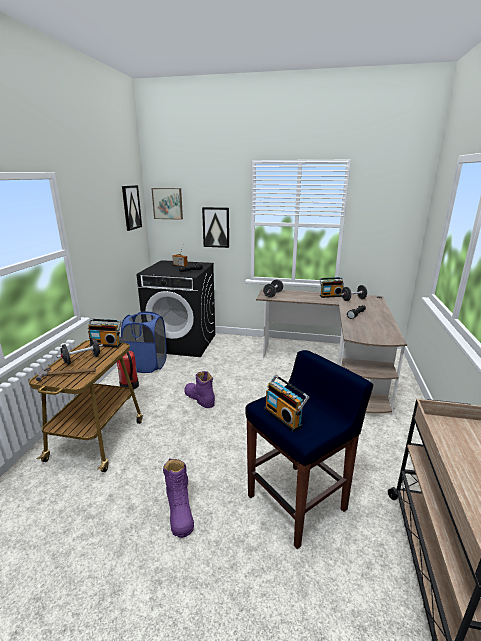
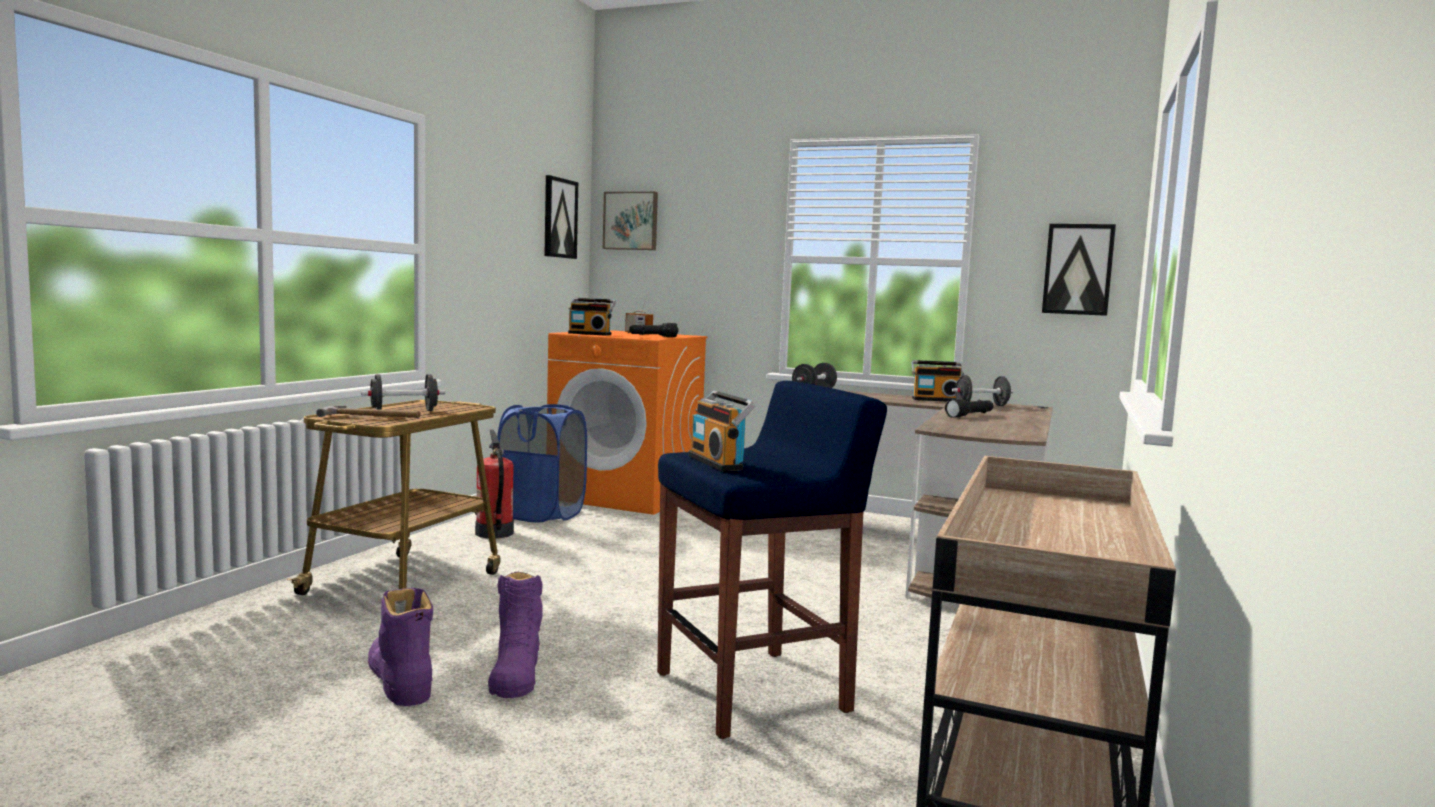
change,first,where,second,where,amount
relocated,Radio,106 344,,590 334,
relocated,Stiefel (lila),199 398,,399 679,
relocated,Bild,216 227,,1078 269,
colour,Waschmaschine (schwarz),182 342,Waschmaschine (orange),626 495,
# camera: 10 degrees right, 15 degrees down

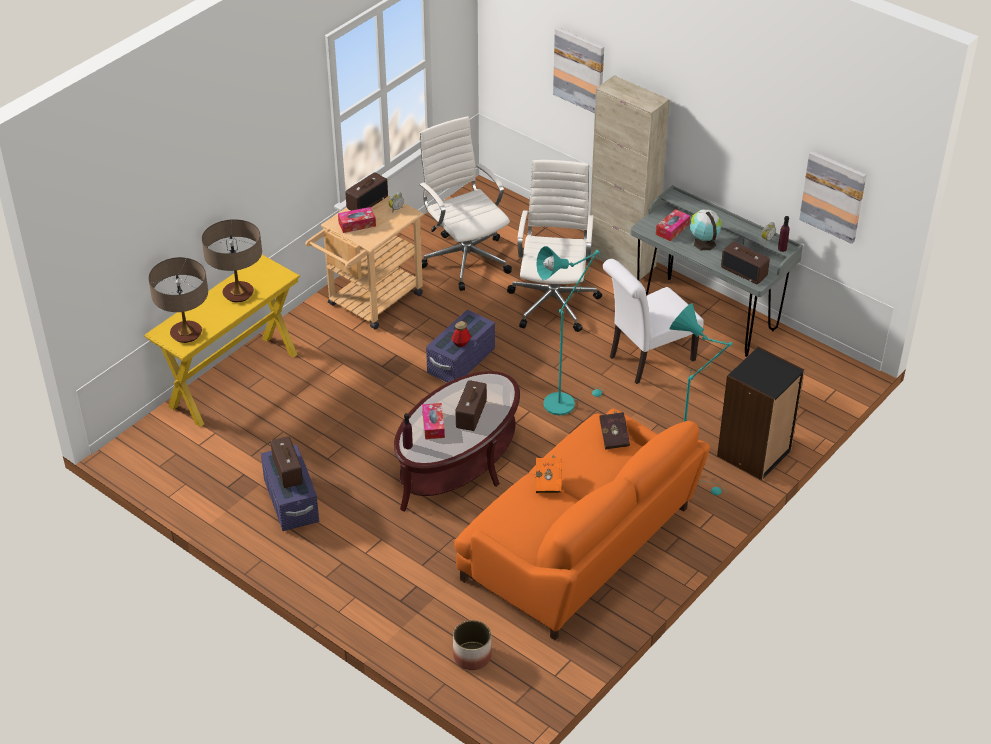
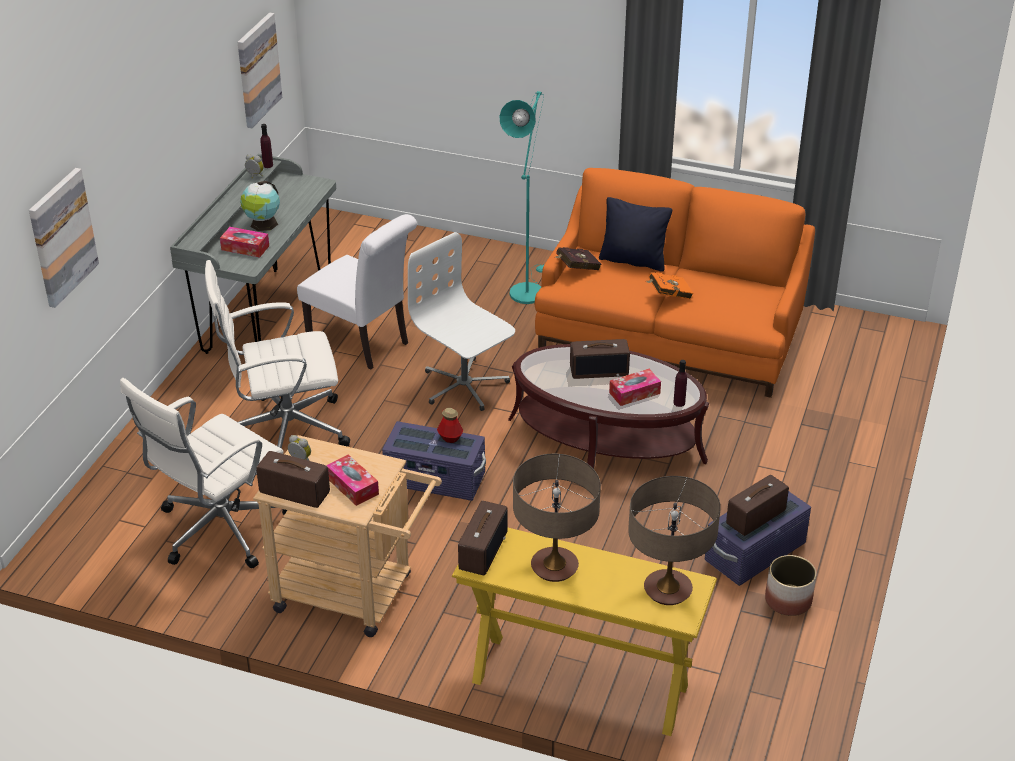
change,first,where,second,where,amount
missing,Schrank (beige),621 260,,,
missing,Bücherregal (schwarz),755 453,,,
appeared,,,Kissen (schwarz),633 260,
relocated,Pflanzkübel,472 656,,788 601,
relocated,Radio,744 271,,482 550,
exchanged,Stehlampe (türkis),564 401,Bürostuhl (weiß),464 386,
# camera: 110 degrees left, 5 degrees down

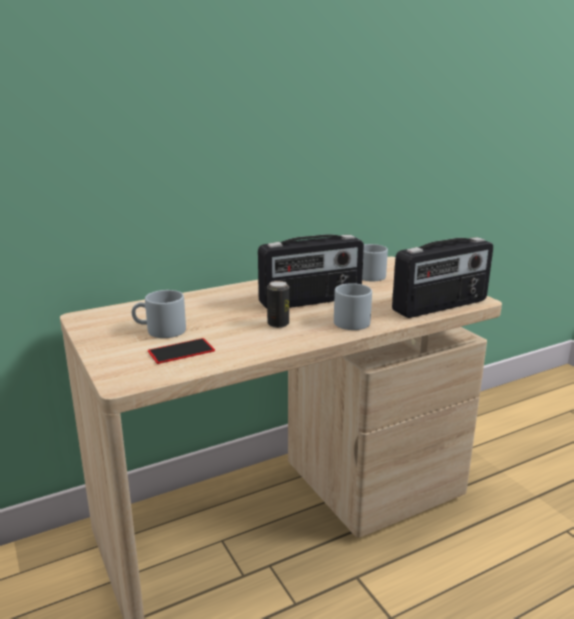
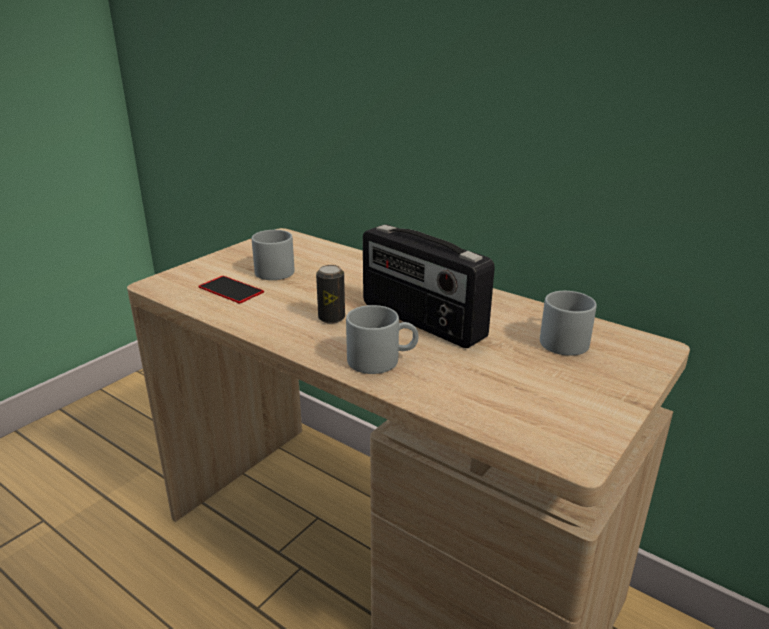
change,first,where,second,where,amount
missing,Radio,441 306,,,
# camera: 65 degrees right, 5 degrees up

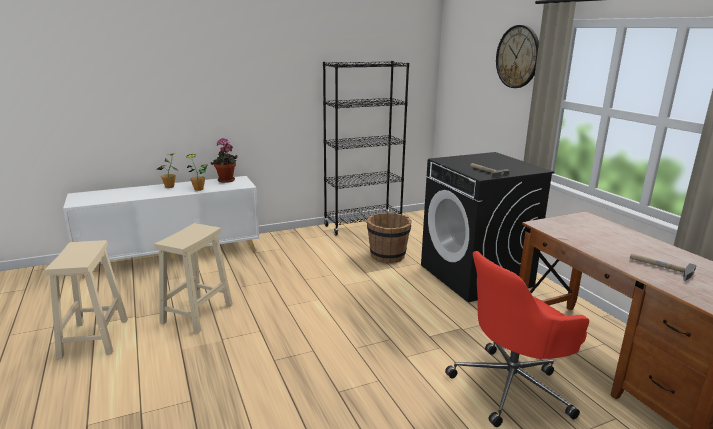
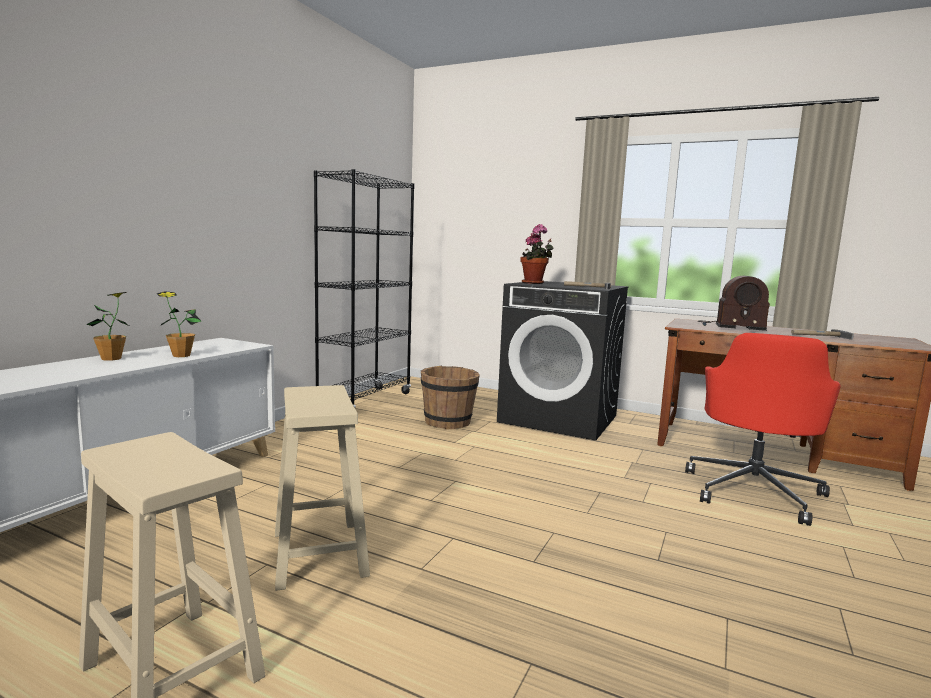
change,first,where,second,where,amount
missing,Wanduhr,518 57,,,
appeared,,,Radio,730 326,
relocated,Topfpflanze,226 181,,534 283,
# camera: 40 degrees left, 10 degrees down

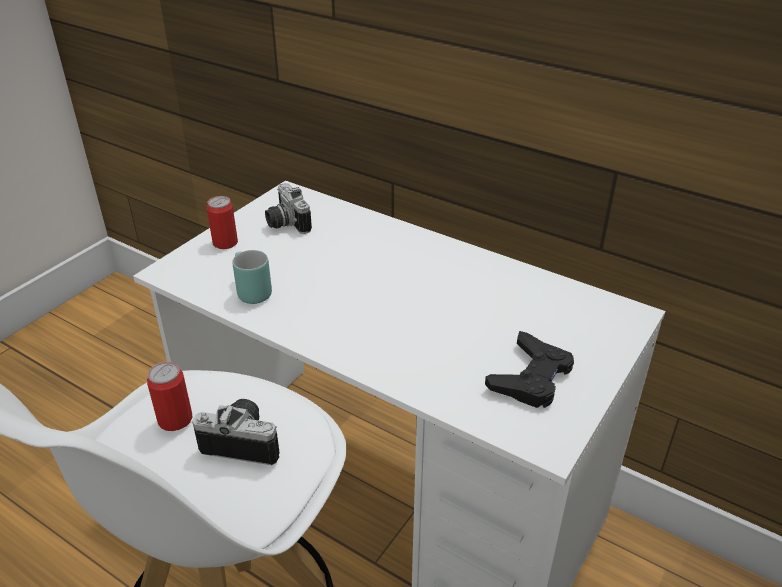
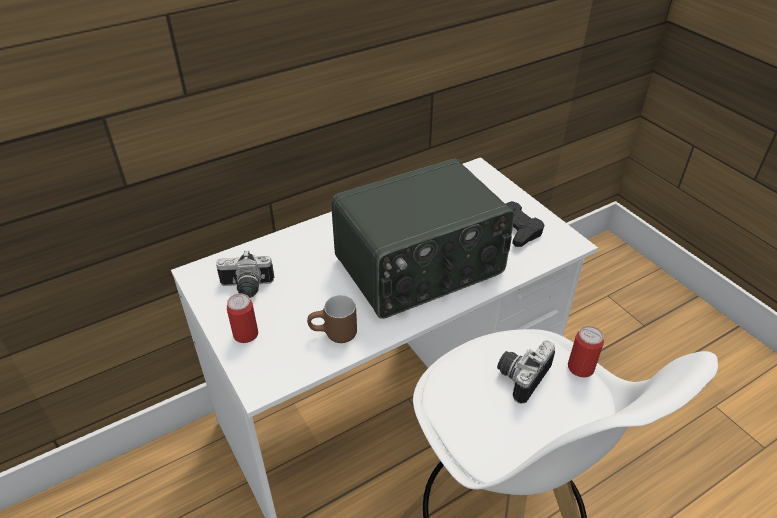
change,first,where,second,where,amount
appeared,,,Radio,420 267,
relocated,Dose,175 419,,580 367,
colour,Henkelbecher (türkis),249 292,Henkelbecher (braun),334 335,
# camera: 65 degrees left, 5 degrees up

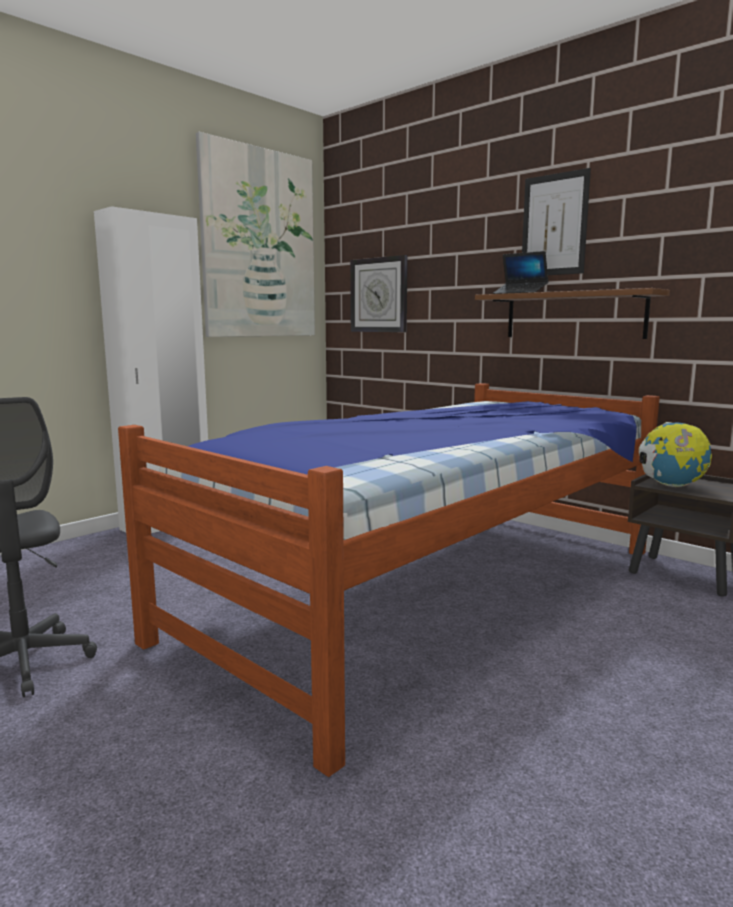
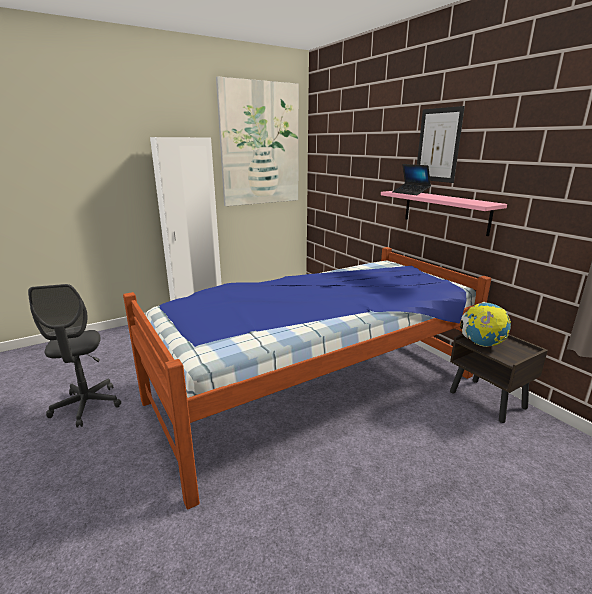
change,first,where,second,where,amount
missing,Wanduhr,379 295,,,
colour,Wandregal (braun),574 315,Wandregal (rosa),445 211,
# camera: 15 degrees right, 10 degrees up

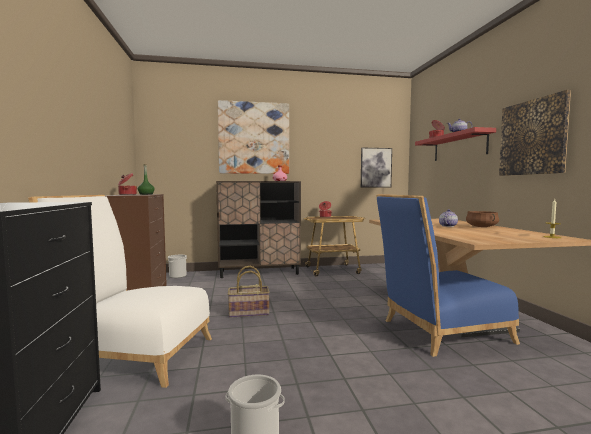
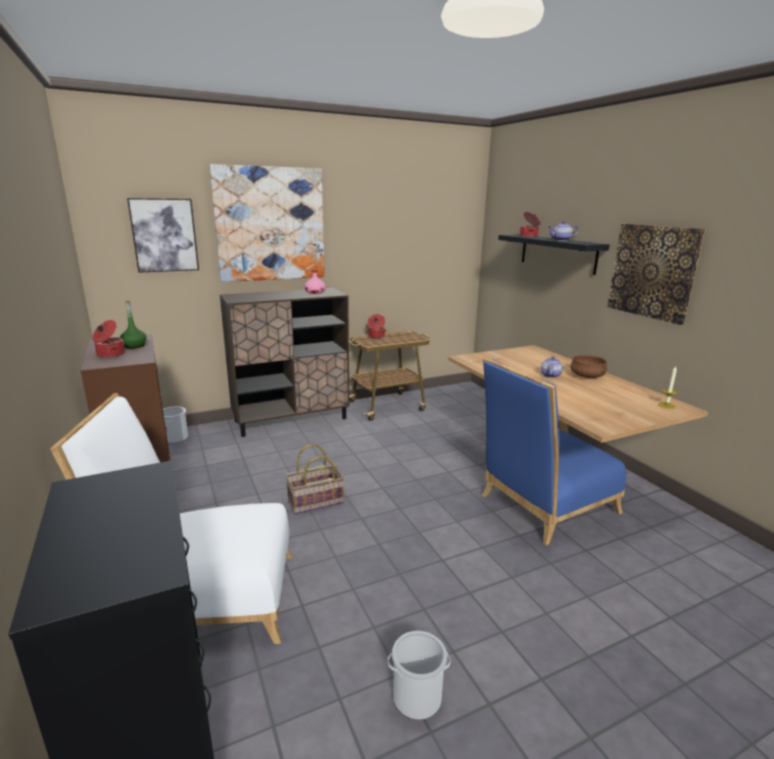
change,first,where,second,where,amount
relocated,Bild,376 167,,164 235,
colour,Wandregal (rot),459 146,Wandregal (schwarz),557 253,
# camera: 15 degrees left, 15 degrees up

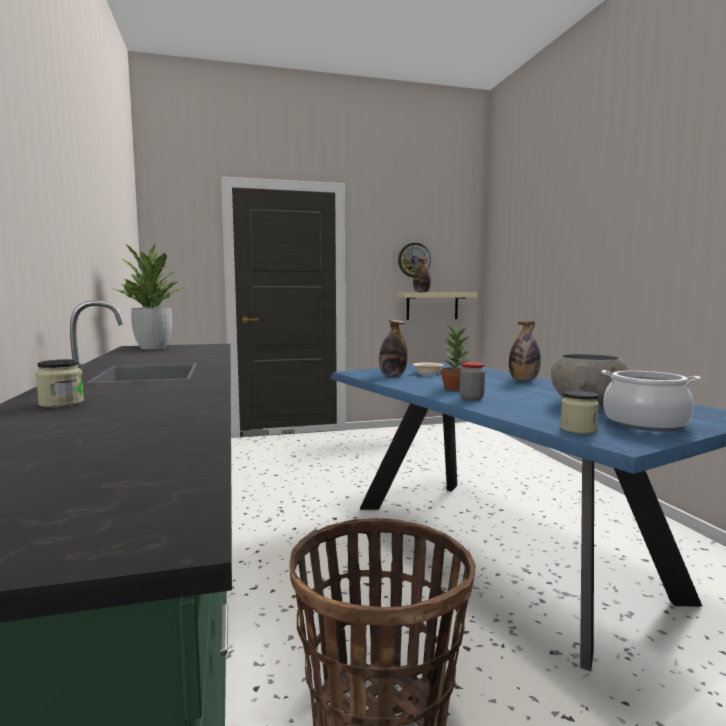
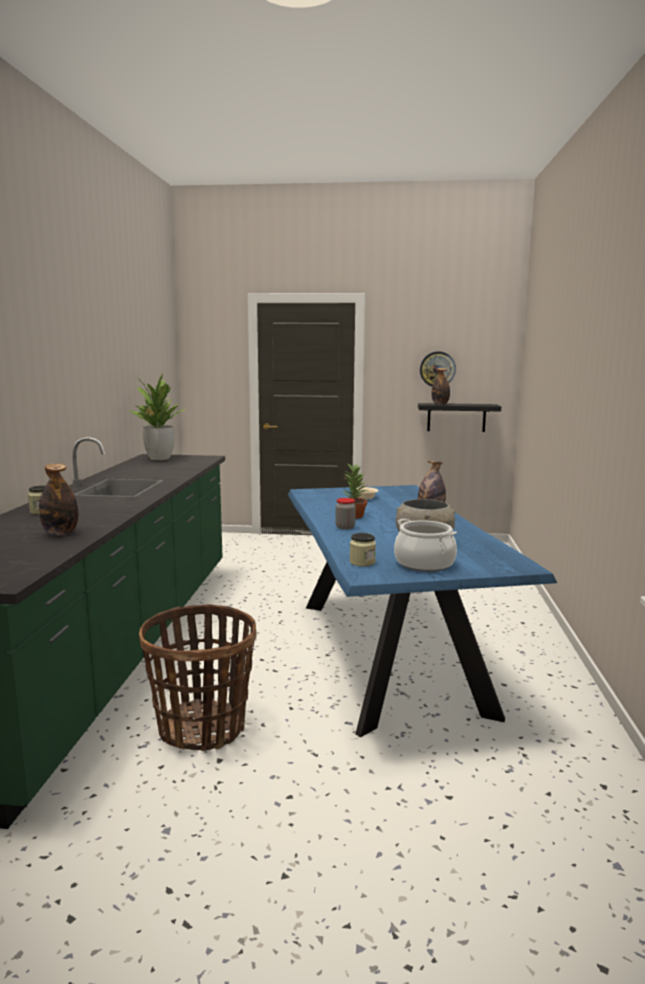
change,first,where,second,where,amount
relocated,Flasche,392 375,,60 533,
colour,Wandregal (beige),432 306,Wandregal (schwarz),456 417,
# camera: 20 degrees right, 5 degrees up

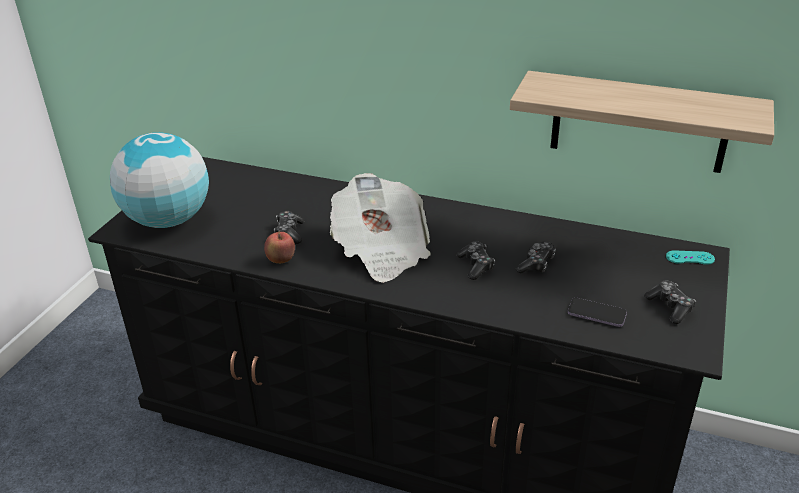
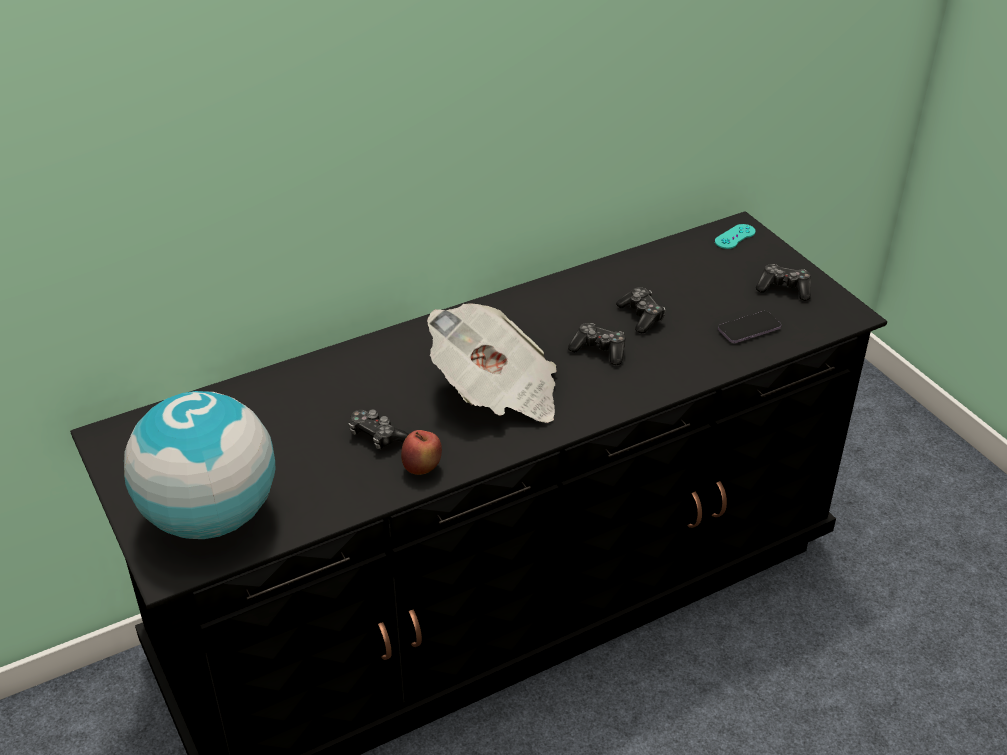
change,first,where,second,where,amount
missing,Wandregal,639 122,,,
# camera: 50 degrees left, 5 degrees up

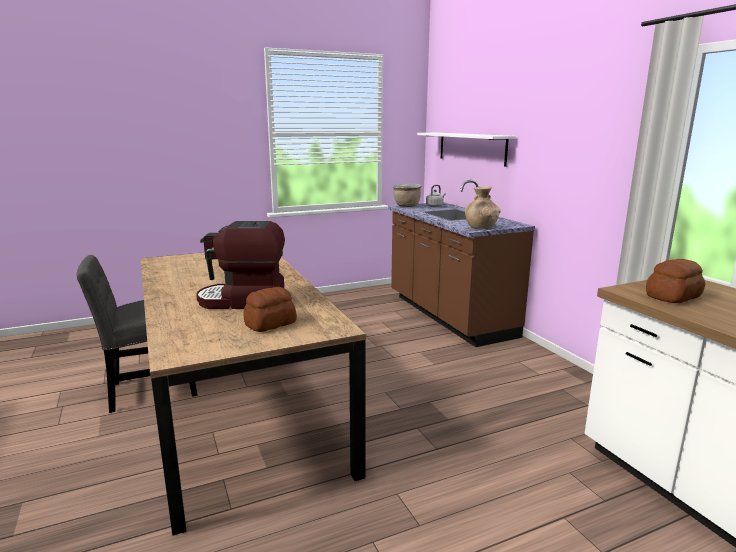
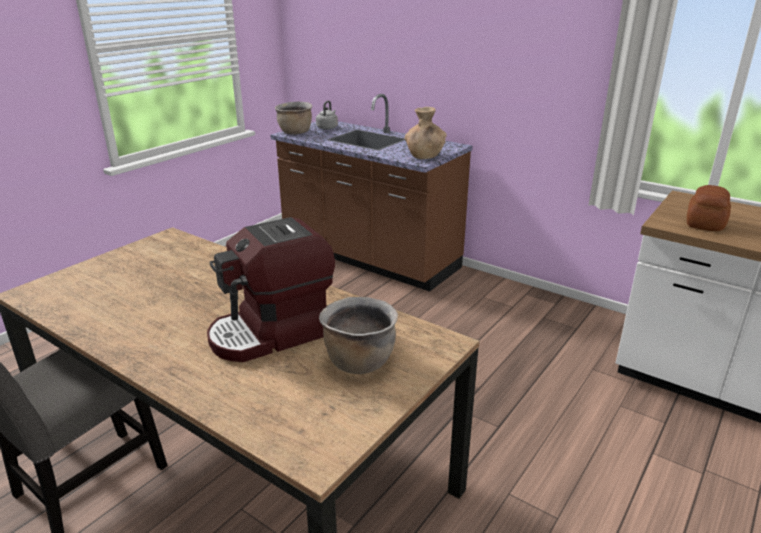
change,first,where,second,where,amount
missing,Wandregal (weiß),471 148,,,
exchanged,Brot,269 324,Kochtopf (braun),359 361,
# camera: 30 degrees left, 10 degrees up

